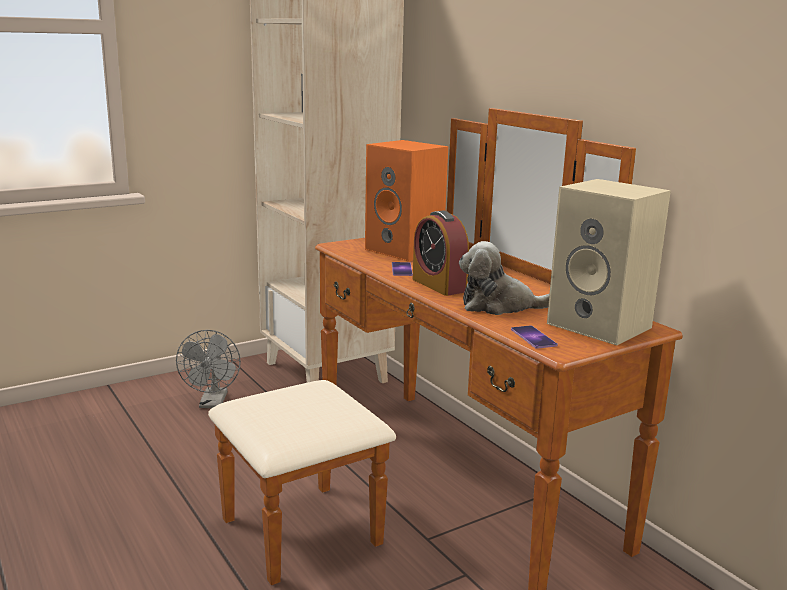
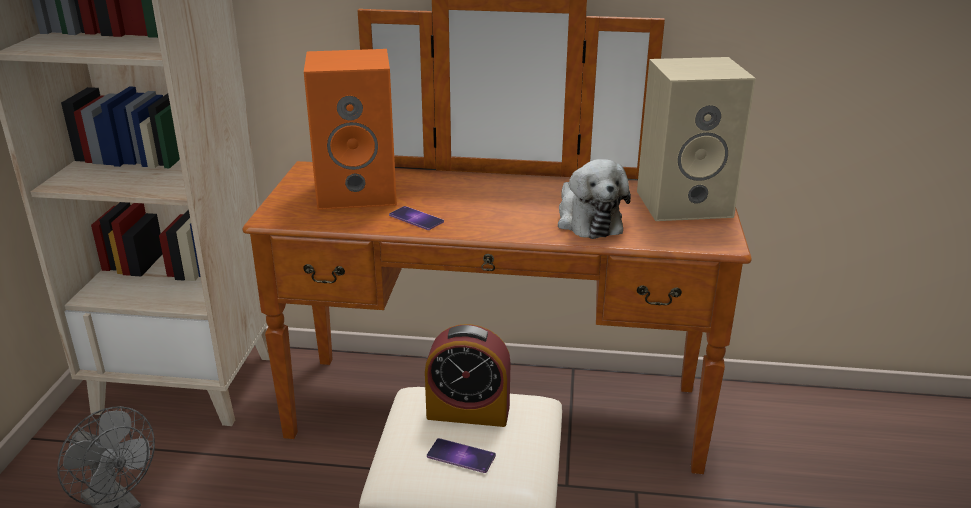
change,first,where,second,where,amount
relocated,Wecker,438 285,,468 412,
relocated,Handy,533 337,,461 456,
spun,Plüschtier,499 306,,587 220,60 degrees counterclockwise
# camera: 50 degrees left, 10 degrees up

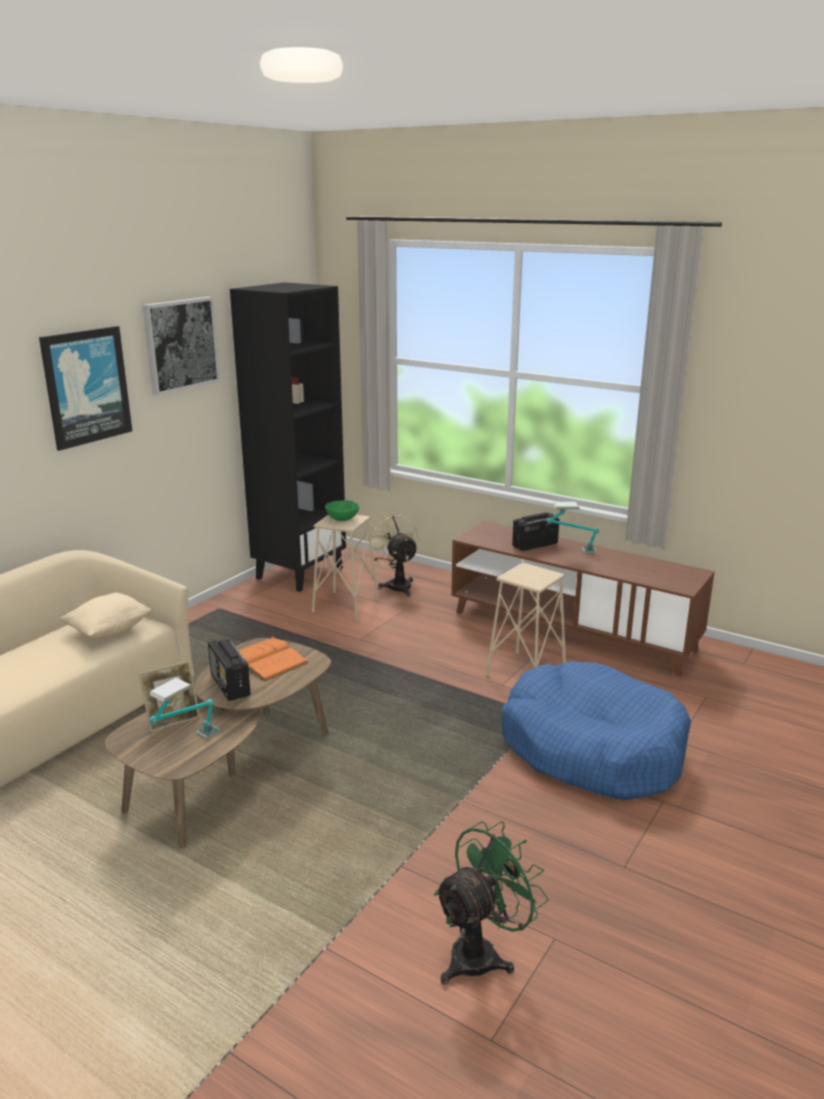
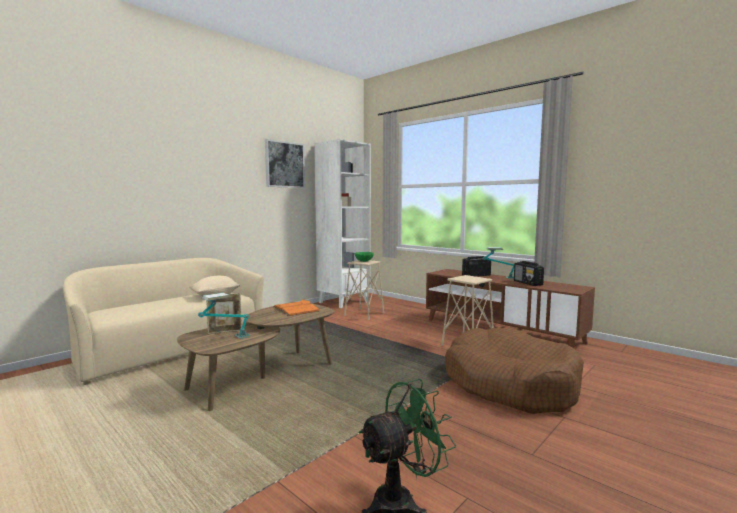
change,first,where,second,where,amount
missing,Bild,86 386,,,
missing,Ventilator (beige),396 585,,,
relocated,Radio,230 686,,528 283,
colour,Bücherregal (schwarz),299 572,Bücherregal (weiß),343 301,
colour,Hundebett (blau),592 748,Hundebett (braun),510 384,
# camera: 10 degrees right, 15 degrees down

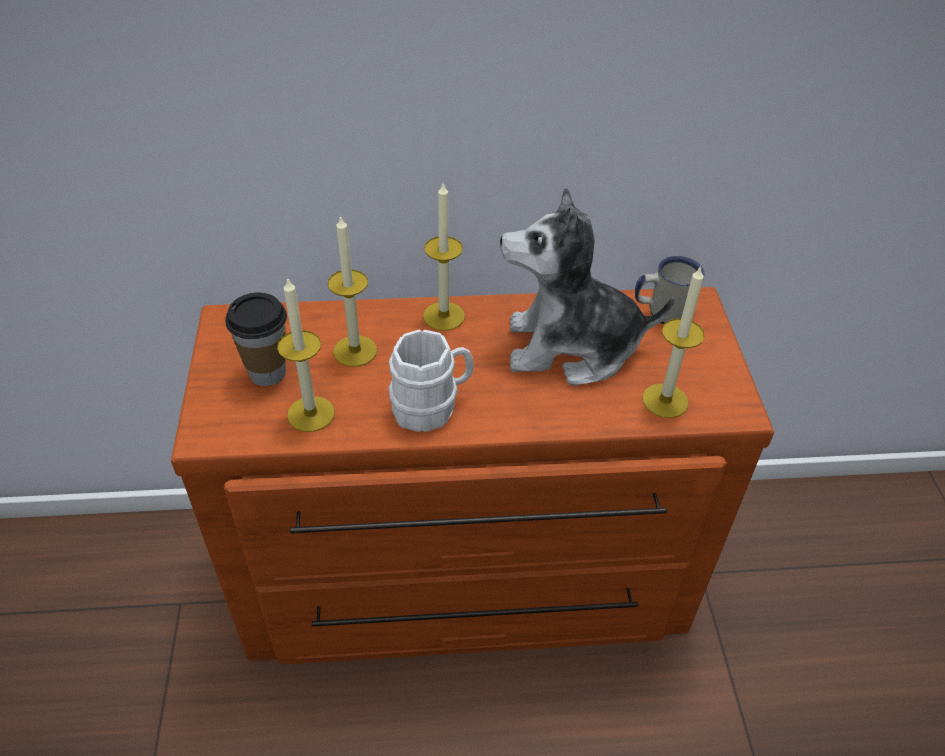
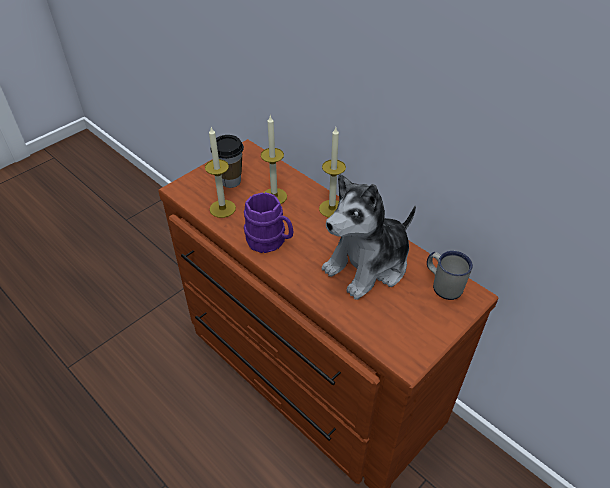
change,first,where,second,where,amount
missing,Kerze,665 400,,,
colour,Henkelbecher (weiß),432 406,Henkelbecher (lila),270 241,
spun,Plüschtier,571 348,,368 265,90 degrees counterclockwise
# camera: 50 degrees right, 0 degrees up

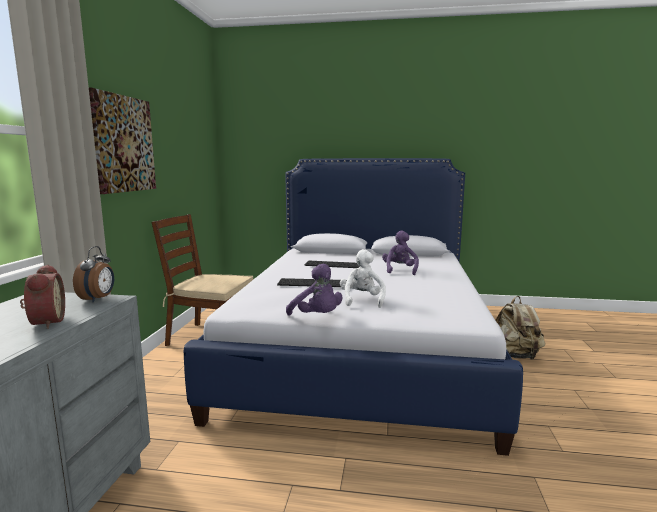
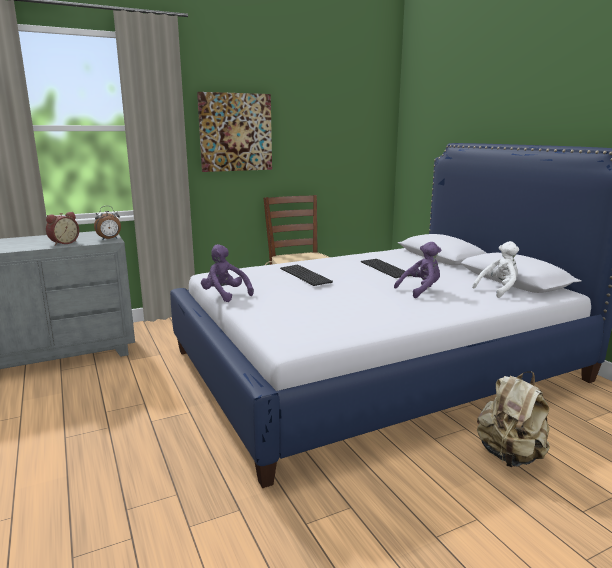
change,first,where,second,where,amount
relocated,Plüschtier (weiß),362 300,,498 290,
spun,Plüschtier (lila),317 317,,225 295,120 degrees clockwise
# camera: 55 degrees right, 5 degrees up

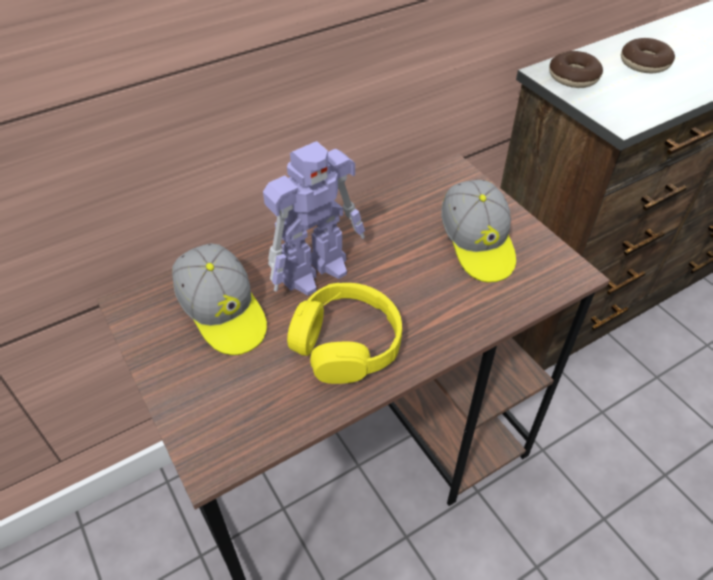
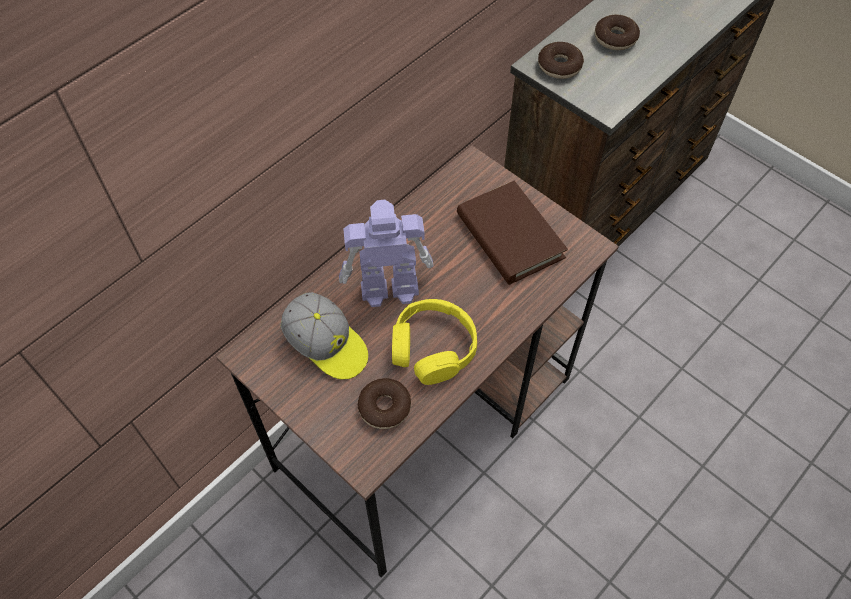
change,first,where,second,where,amount
appeared,,,Donut,384 407,
exchanged,Kappe,477 245,Buch (braun),510 236,
spun,Spielzeugroboter,316 270,,387 289,135 degrees counterclockwise
# camera: 15 degrees left, 10 degrees up

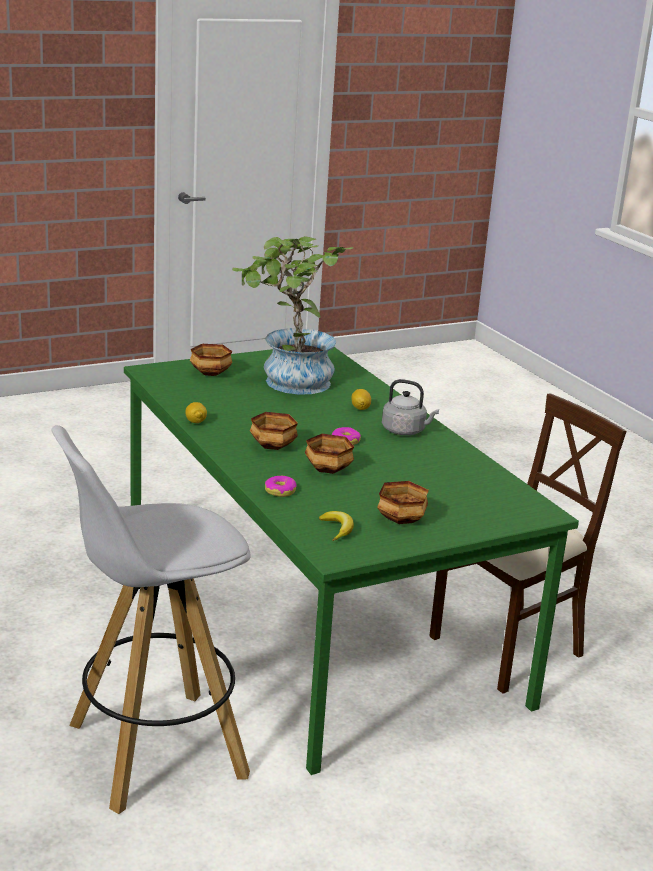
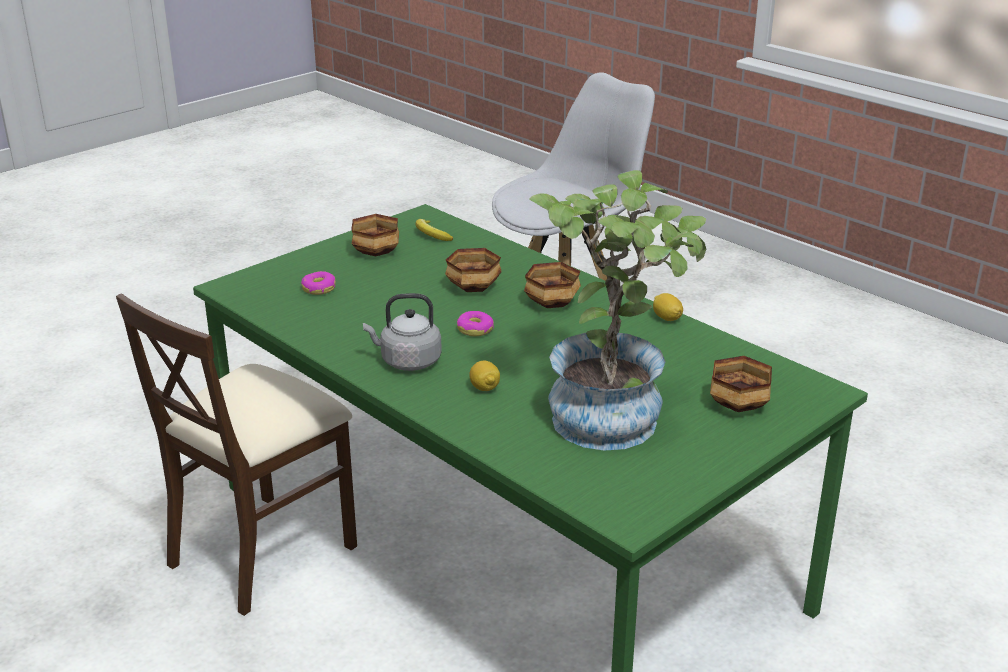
change,first,where,second,where,amount
relocated,Donut,280 491,,318 288,
# camera: 165 degrees right, 5 degrees up

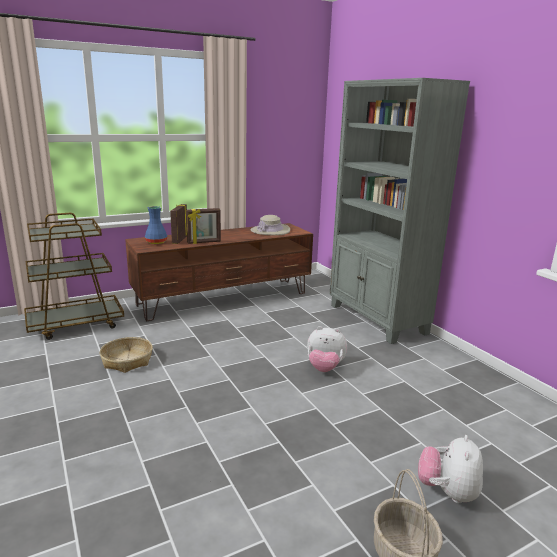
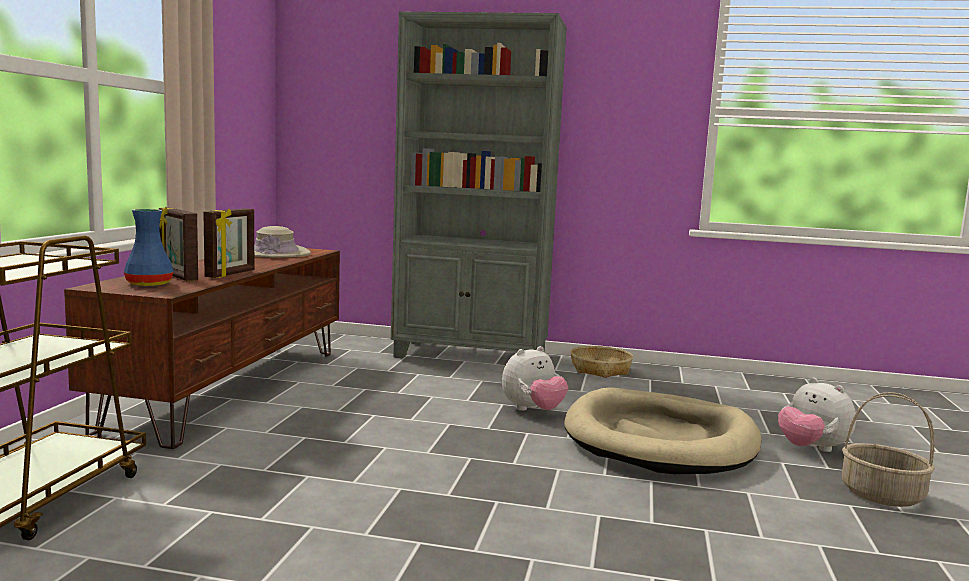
change,first,where,second,where,amount
appeared,,,Hundebett (beige),660 439,
relocated,Korb,127 361,,600 369,
# camera: 50 degrees left, 10 degrees down

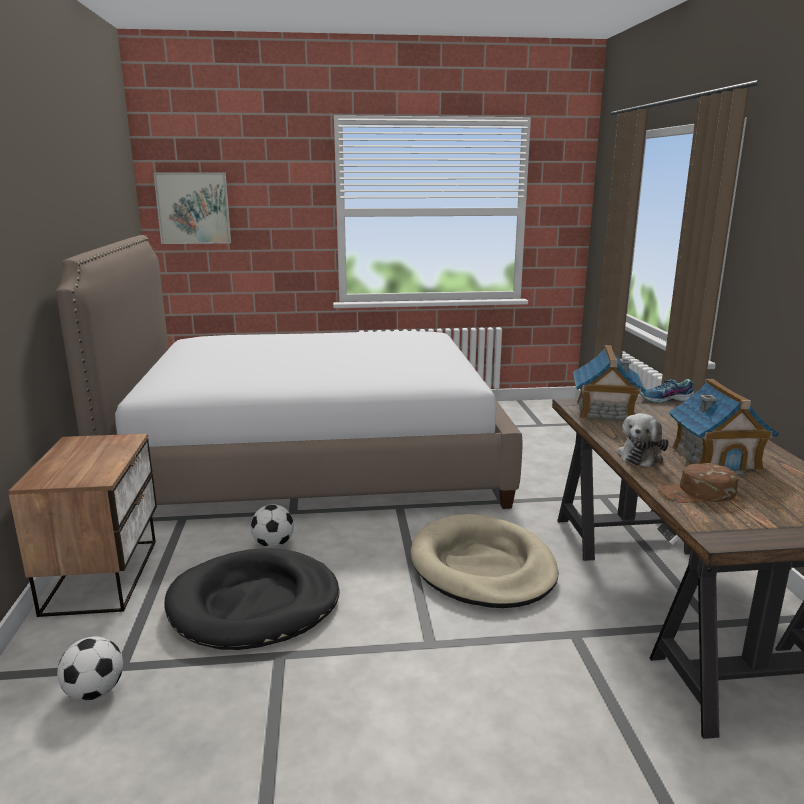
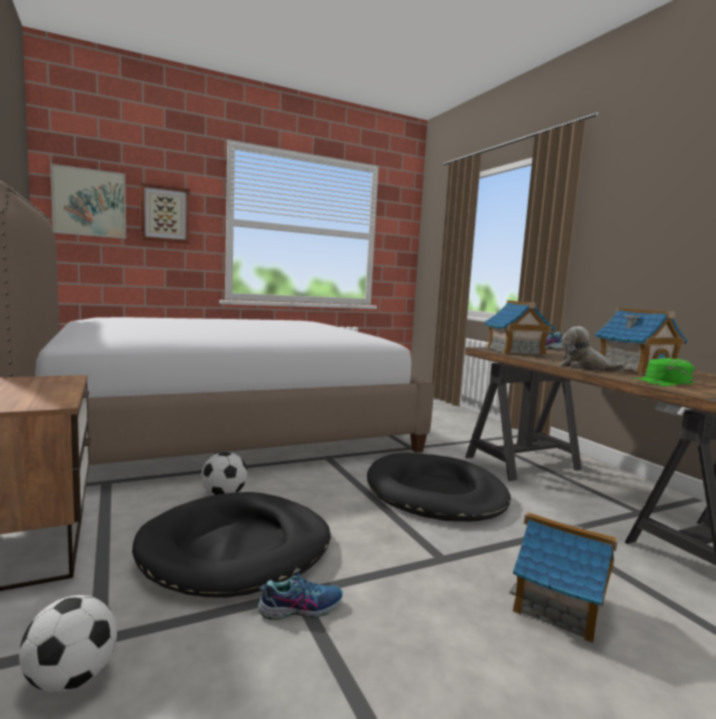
change,first,where,second,where,amount
appeared,,,Bild,165 214,
appeared,,,Schuh,301 607,
appeared,,,Spielzeughaus,559 607,
colour,Hundebett (beige),482 567,Hundebett (schwarz),435 493,
colour,Kappe (braun),696 493,Kappe (grün),662 382,
spun,Plüschtier,641 456,,585 368,120 degrees clockwise
# camera: 20 degrees left, 10 degrees down

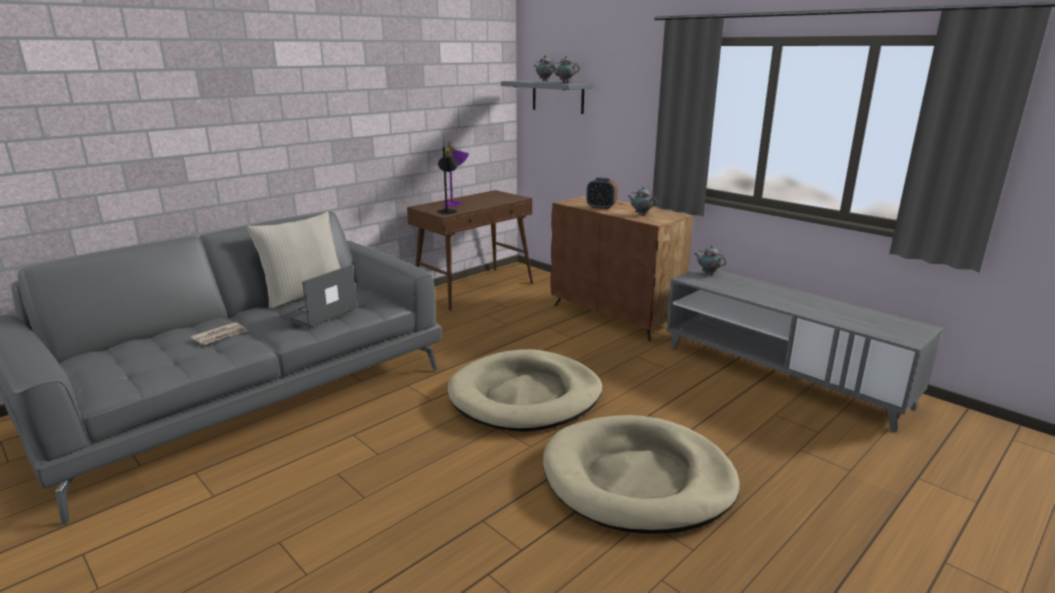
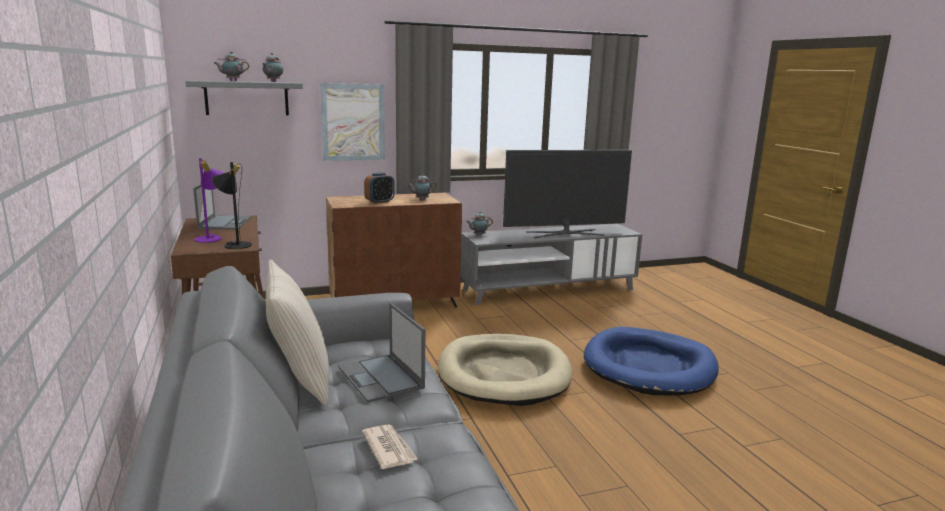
change,first,where,second,where,amount
appeared,,,Laptop,225 223,
appeared,,,Bild,353 122,
appeared,,,Fernseher,565 233,
colour,Hundebett (beige),638 479,Hundebett (blau),649 366,
# camera: 65 degrees left, 5 degrees down

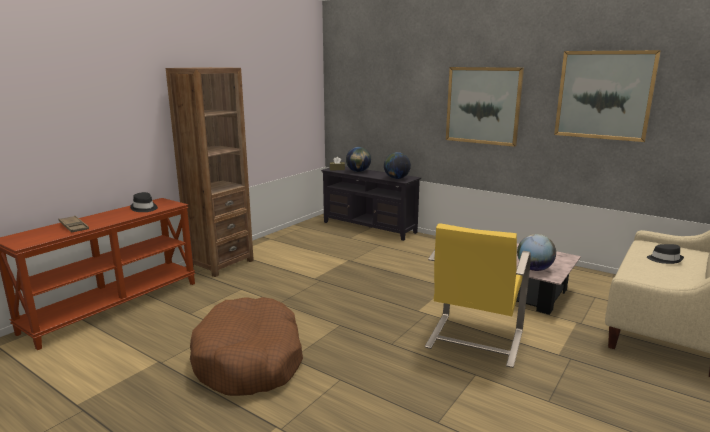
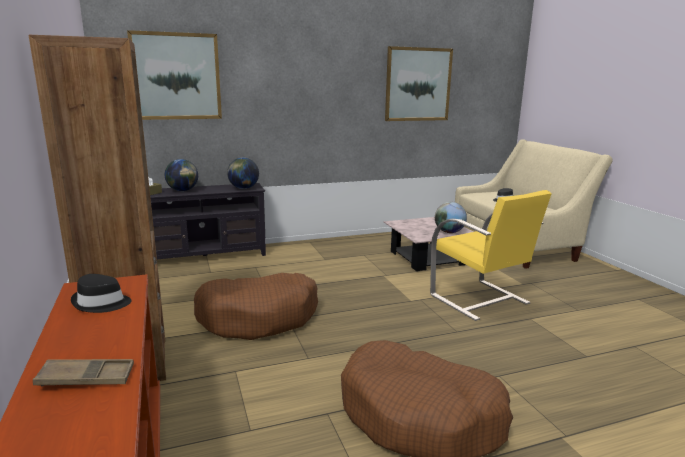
change,first,where,second,where,amount
appeared,,,Hundebett (braun),259 317,
relocated,Bild,483 105,,176 76,
# camera: 55 degrees left, 0 degrees up

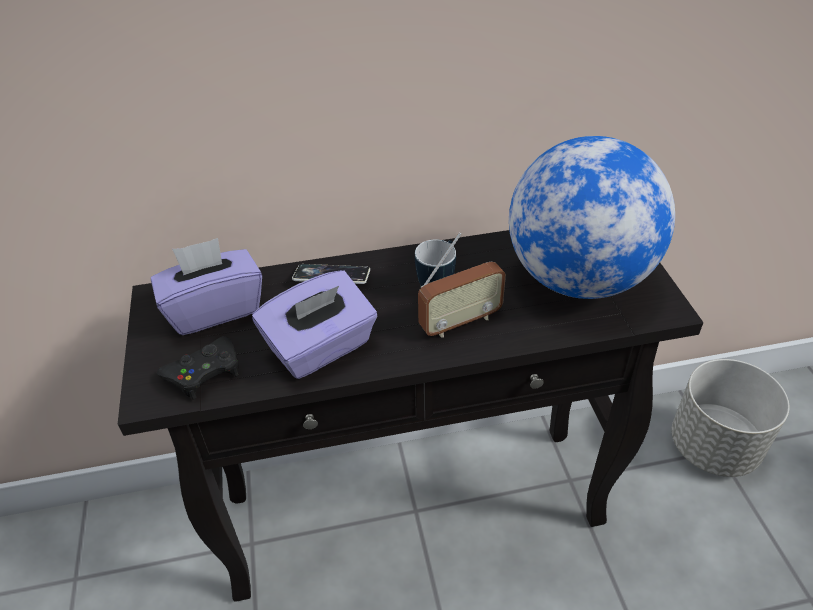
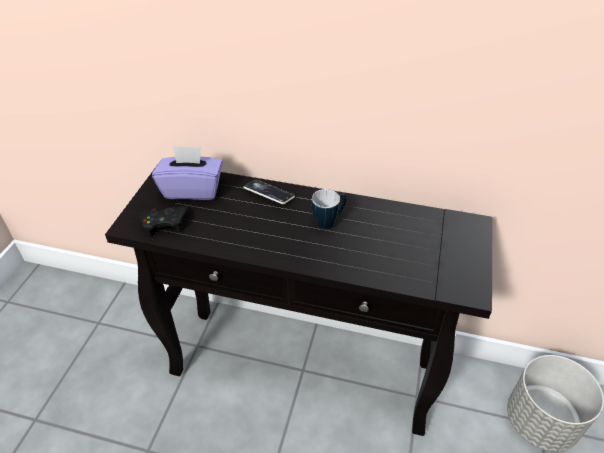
change,first,where,second,where,amount
missing,Taschentuchbox (lila),321 348,,,
missing,Radio,460 322,,,
missing,Globus,577 278,,,
# camera: 25 degrees right, 0 degrees up

